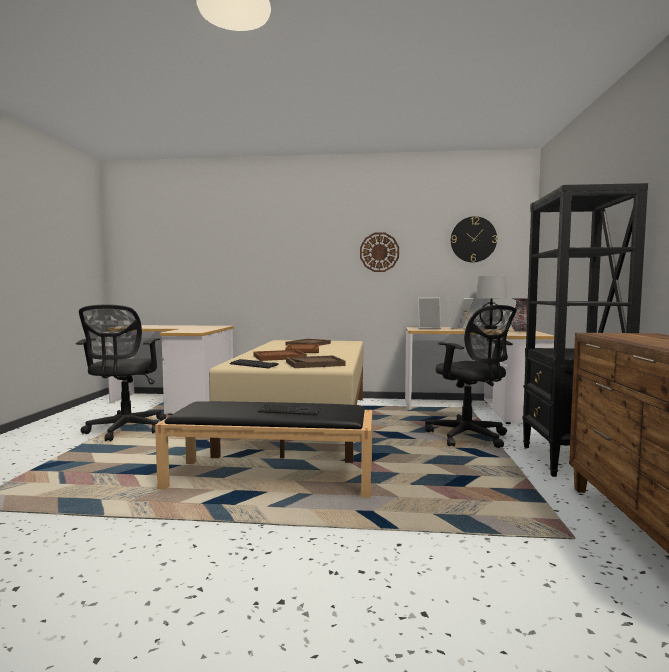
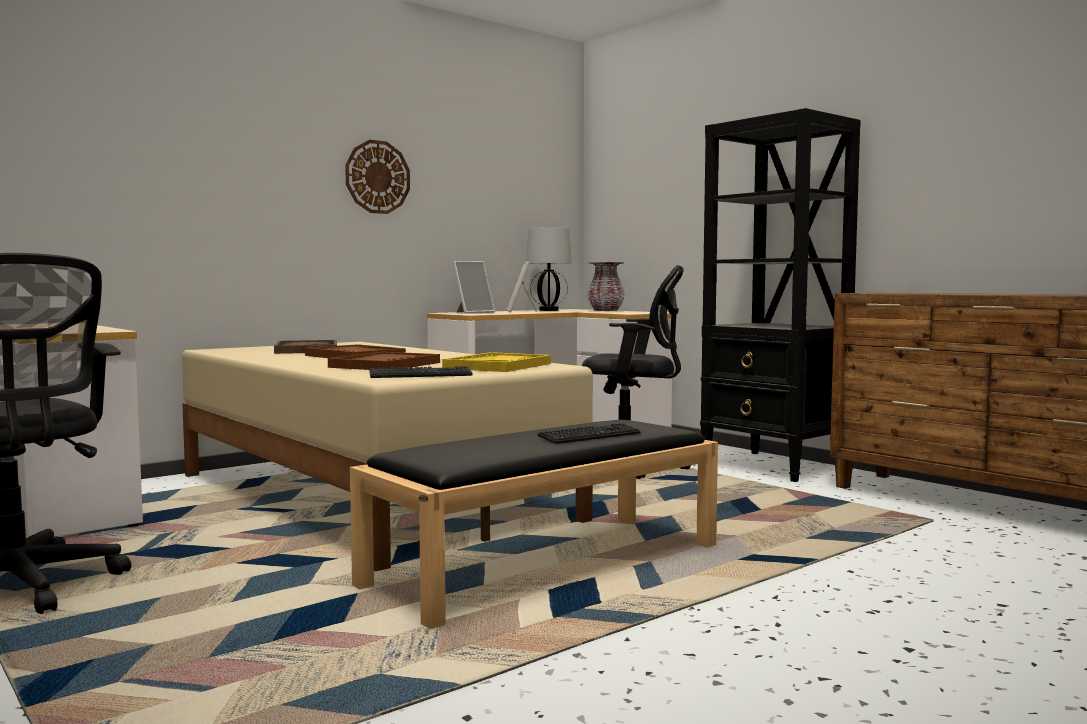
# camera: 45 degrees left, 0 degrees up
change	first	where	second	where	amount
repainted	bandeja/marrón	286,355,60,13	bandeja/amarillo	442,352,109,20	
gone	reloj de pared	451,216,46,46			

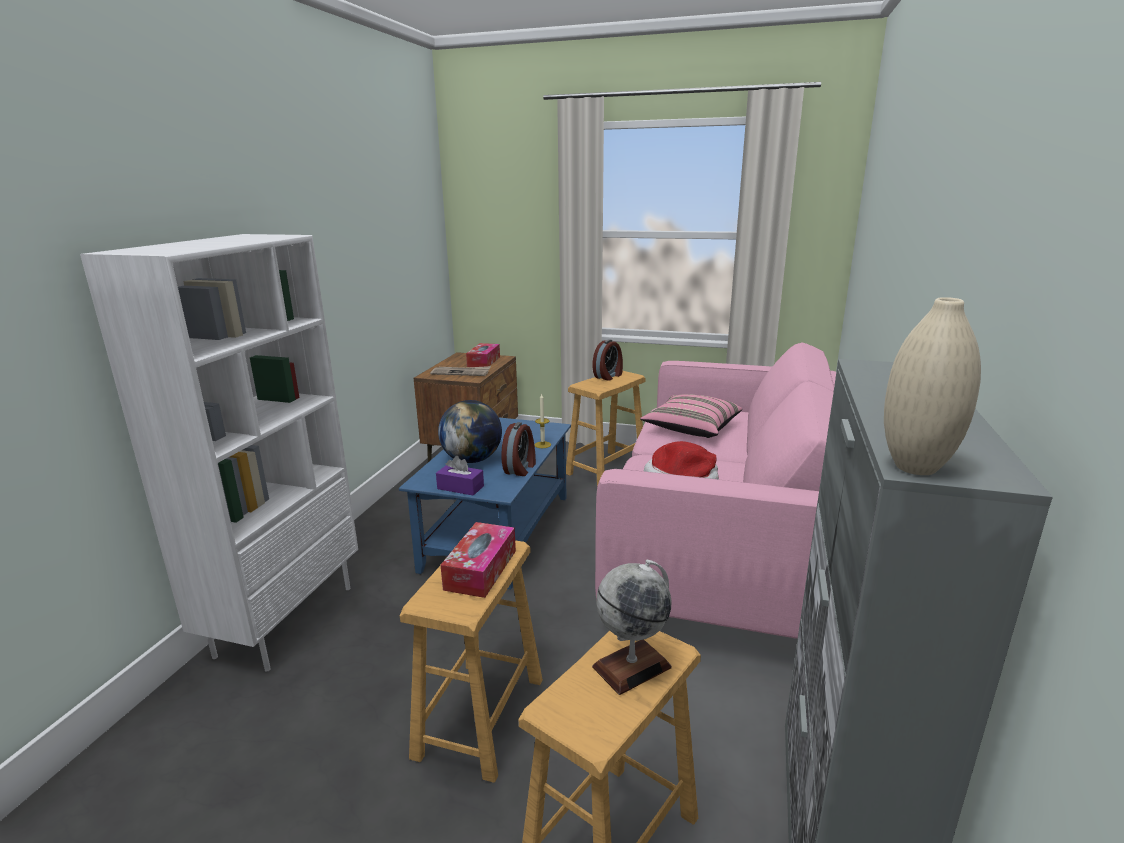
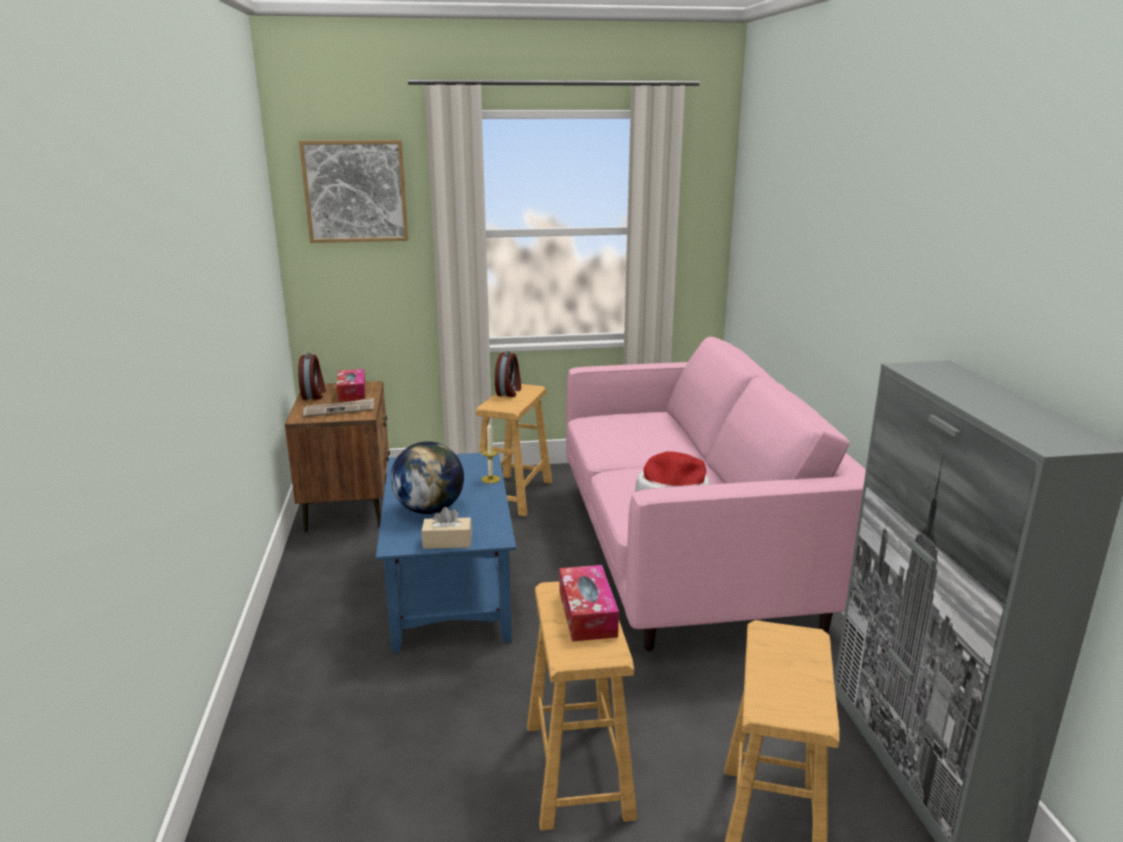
# camera: 25 degrees left, 0 degrees up
change	first	where	second	where	amount
gone	estantería/blanco	80,234,278,438			
repainted	caja de pañuelos/morado	436,456,48,40	caja de pañuelos/beis	422,507,50,42	
shifted	despertador	501,422,35,54		298,353,28,47	
gone	globo terráqueo	592,560,80,135			
gone	cojín/rosa	640,394,102,44			
gone	florero/beis	884,297,97,178			
new			cuadro	299,140,109,103	

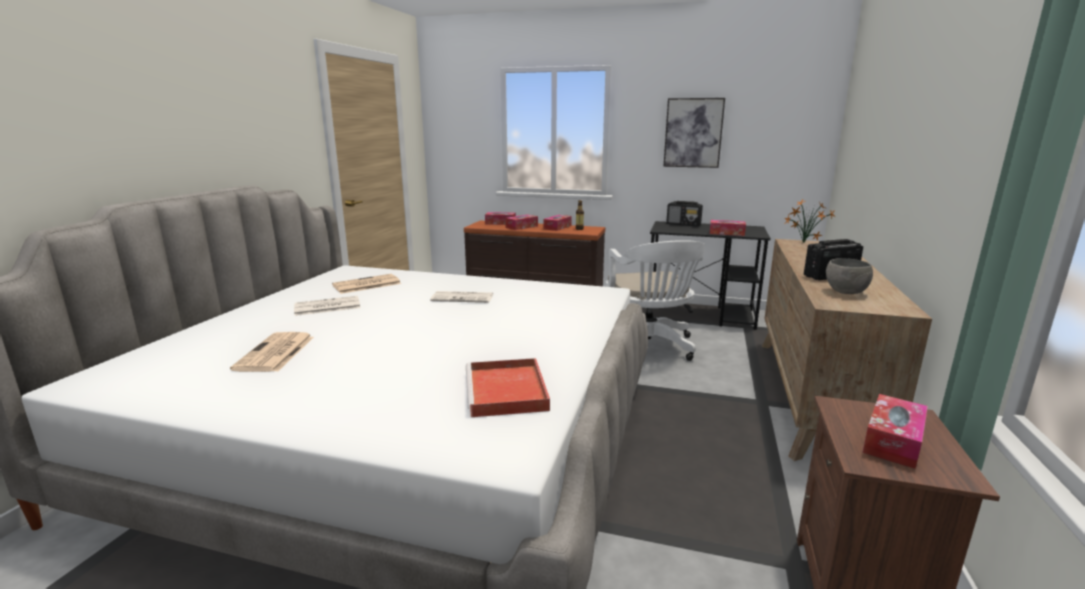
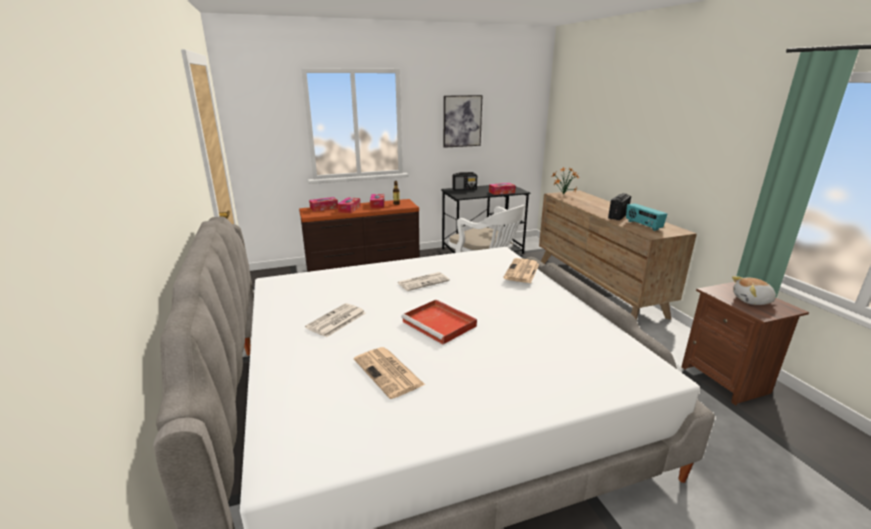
# camera: 35 degrees left, 5 degrees up
change	first	where	second	where	amount
shifted	periódico	332,274,69,20		503,258,36,25	
shifted	bandeja/rojo	466,358,84,59		401,300,76,44	
swapped	cuenco/gris	826,258,47,36	radio	626,203,41,28	
swapped	caja de pañuelos	862,394,66,75	peluche	732,276,45,29	

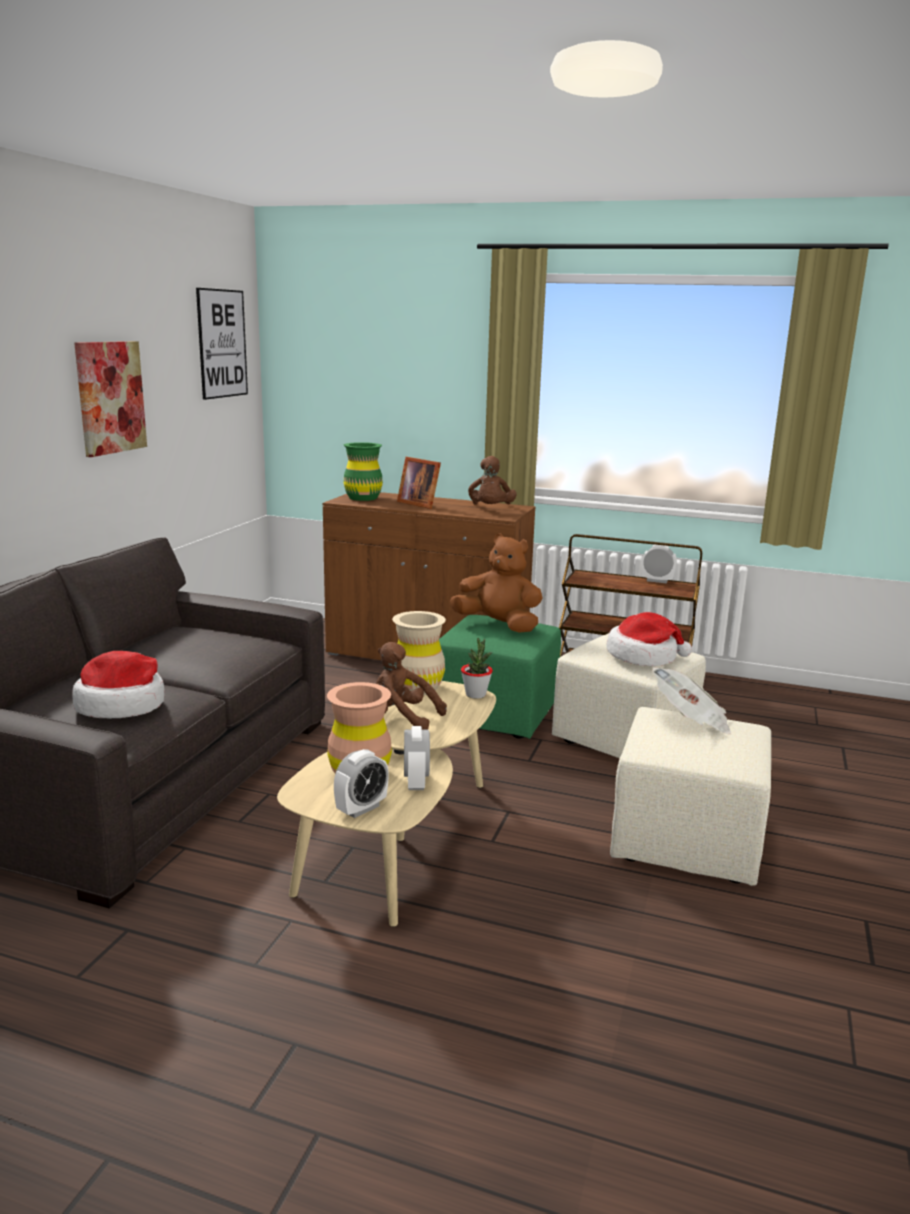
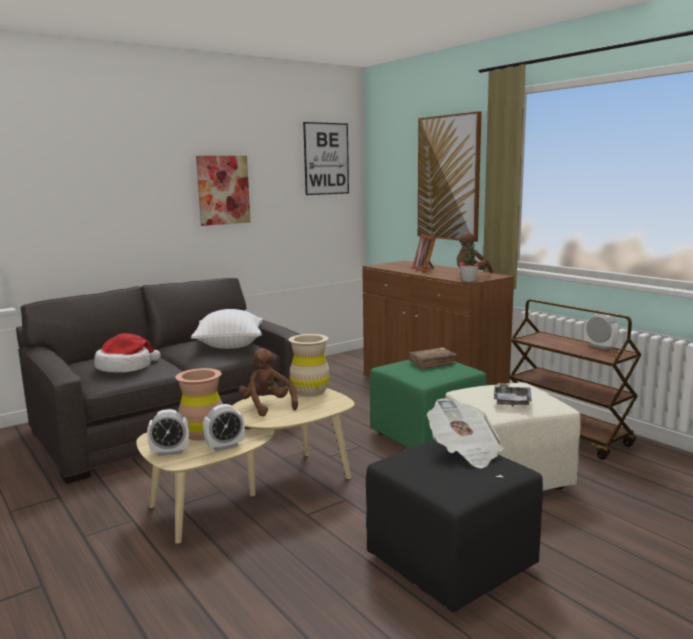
# camera: 35 degrees right, 5 degrees down
change	first	where	second	where	amount
gone	florero/verde	344,442,39,59			
rotated	despertador	404,726,26,64		203,404,42,47	150 degrees counterclockwise
swapped	peluche/marrón	450,533,92,100	libro/marrón	408,347,49,22	
shifted	planta en maceta	461,638,32,61		459,243,20,39	
swapped	sombrero	606,612,86,54	bandeja/gris	494,383,38,24	
repainted	puf/beis	610,707,161,179	puf/negro	366,440,177,172	
new			cojín/blanco	191,309,72,40	
new			cuadro	418,111,64,131	

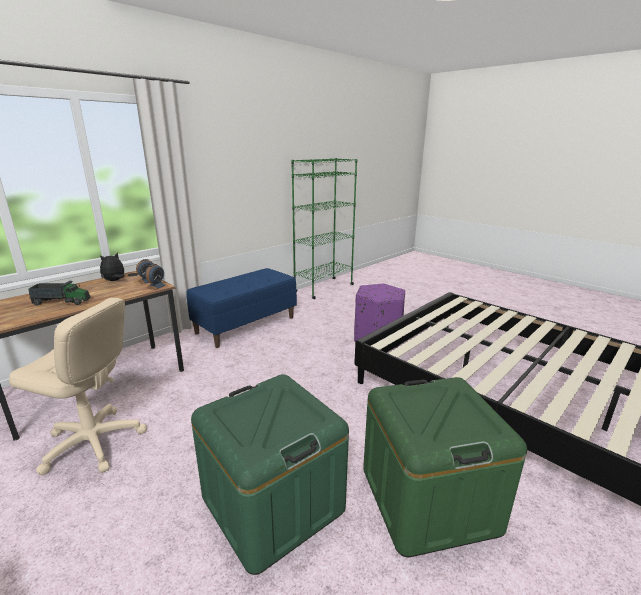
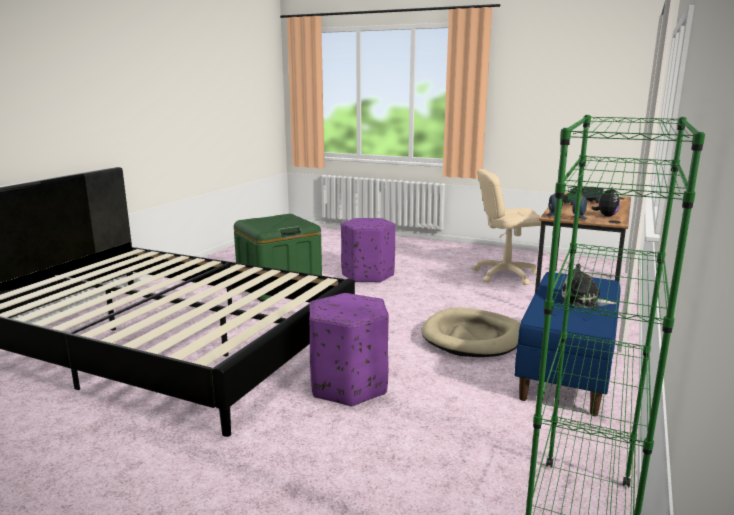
# camera: 160 degrees right, 5 degrees down
change	first	where	second	where	amount
swapped	caja de almacenaje/verde	191,374,158,201	puf/morado	341,218,54,65	
new			cama para perro/beis	421,307,100,50	
new			peluche	561,263,55,45	

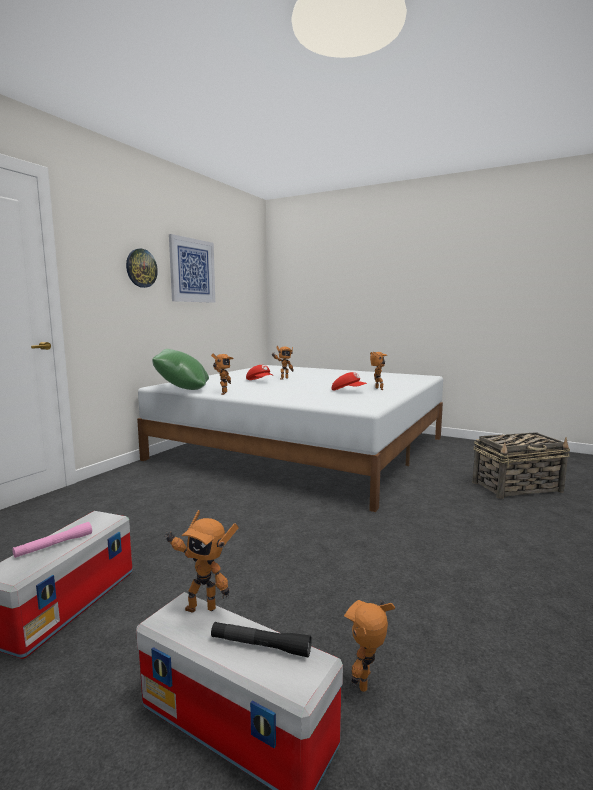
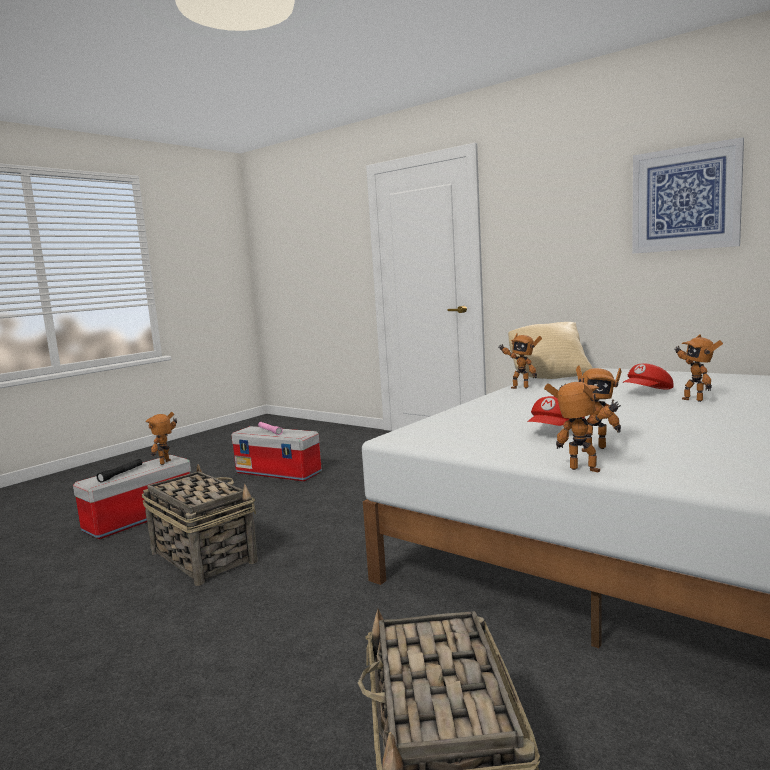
# camera: 100 degrees right, 0 degrees up
change	first	where	second	where	amount
gone	reloj de pared	126,248,32,40			
repainted	cojín/verde	152,349,57,41	cojín/beis	508,322,85,57	
shifted	robot de juguete	344,600,51,92		544,382,77,90	
new			cesta	141,464,117,122	

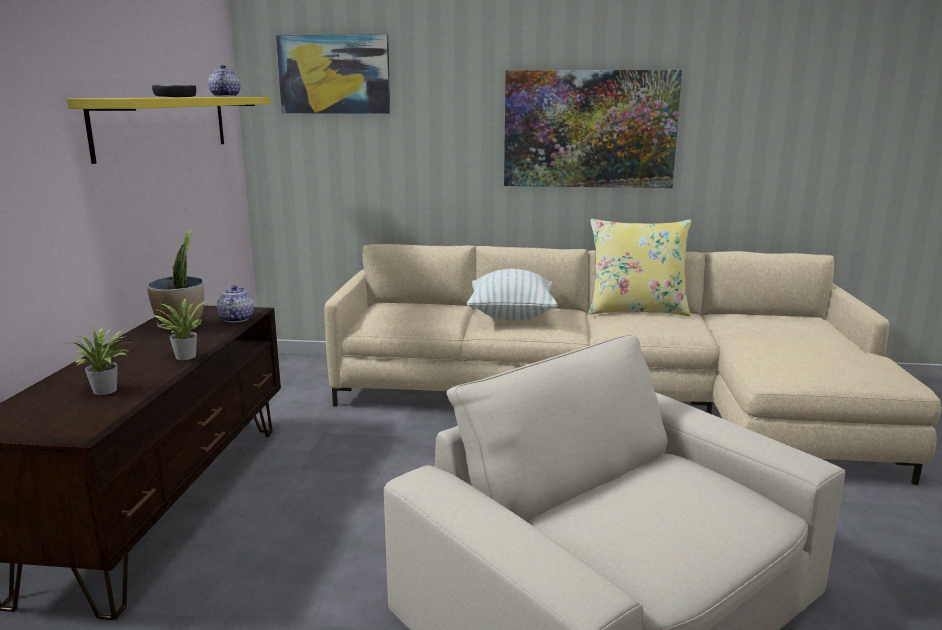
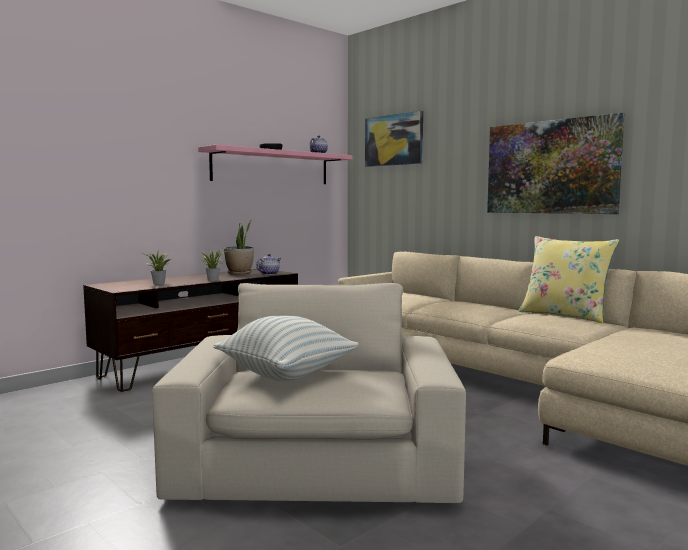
# camera: 40 degrees right, 10 degrees down
change	first	where	second	where	amount
repainted	estante/amarillo	67,97,203,67	estante/rosa	198,145,154,39	
shifted	cojín	467,269,91,52		213,316,146,65	

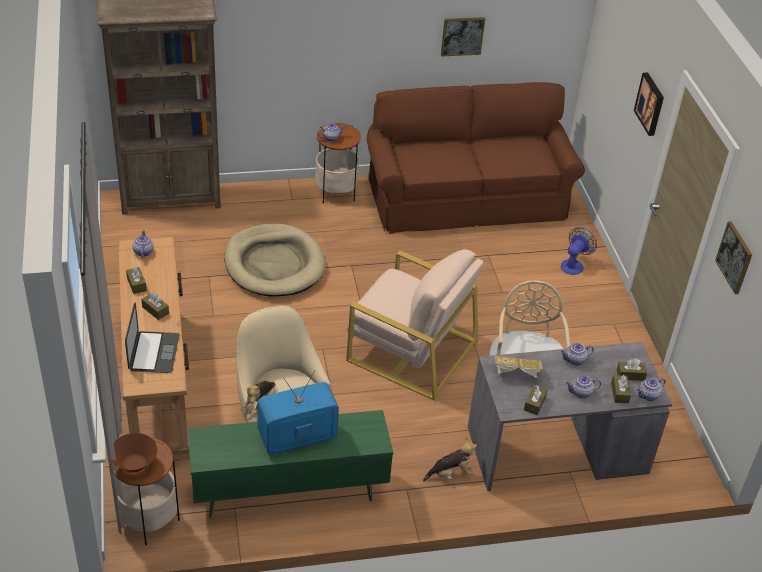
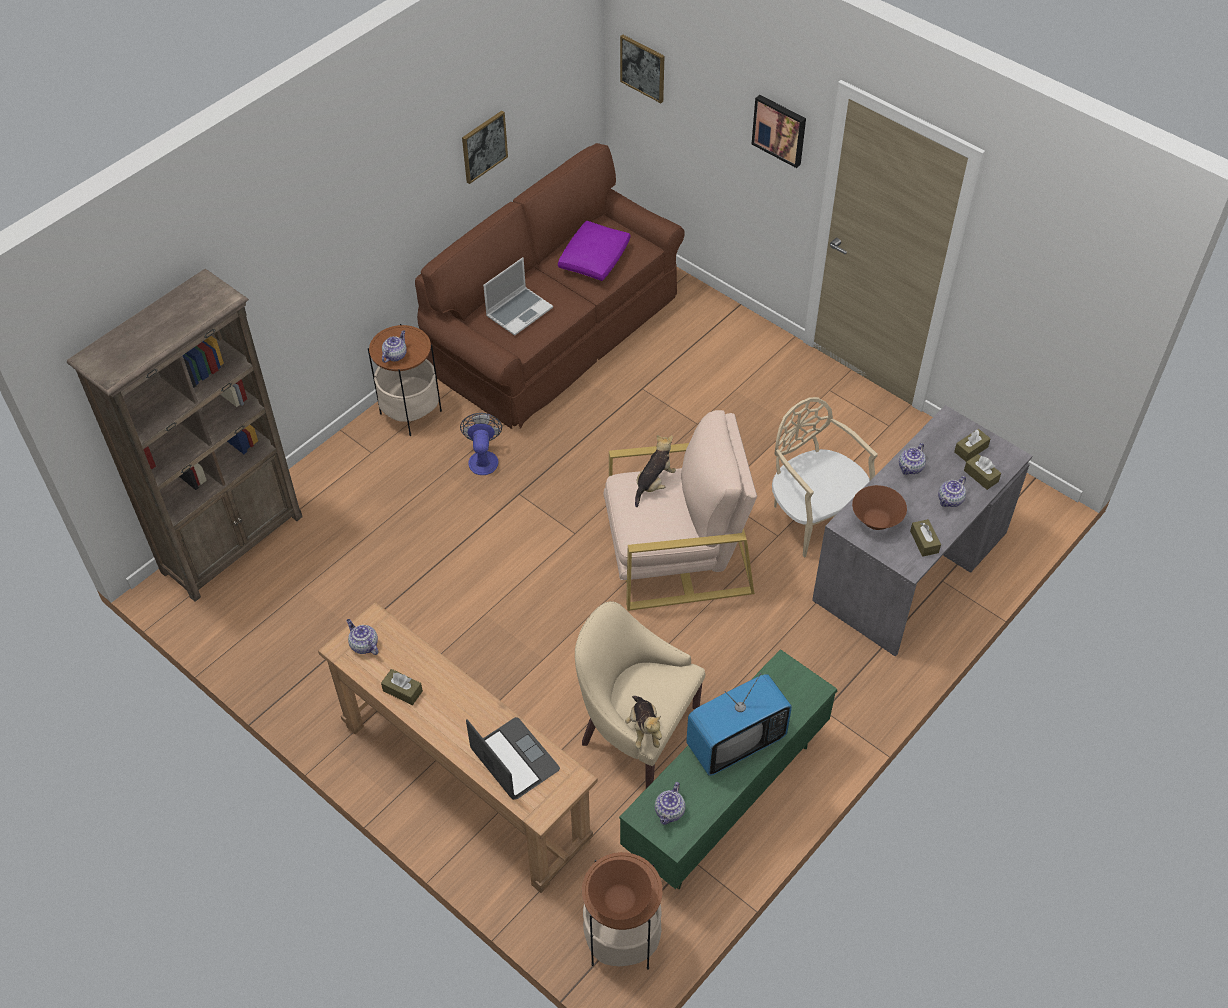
# camera: 35 degrees left, 10 degrees up
change	first	where	second	where	amount
gone	caja de pañuelos/marrón	141,293,28,27			
gone	cama para perro/beis	224,224,102,72			
rotated	televisor	257,370,82,84		686,673,106,103	150 degrees counterclockwise
shifted	peluche	423,438,54,43		635,435,41,72	
swapped	libro	495,356,48,22	cuenco/marrón	852,485,55,45	
shifted	ventilador	561,227,36,48		460,413,42,62	
shifted	tetera	637,378,28,23		655,782,30,43	
shifted	cuadro	715,221,37,73		620,35,44,68	
new			portátil	483,257,70,79	
new			cojín/morado	558,221,72,60	

